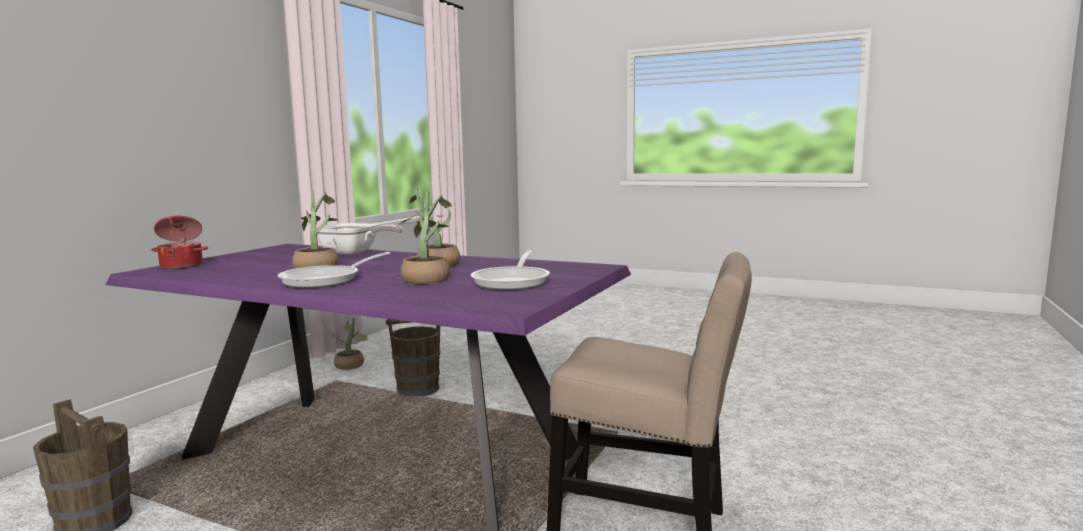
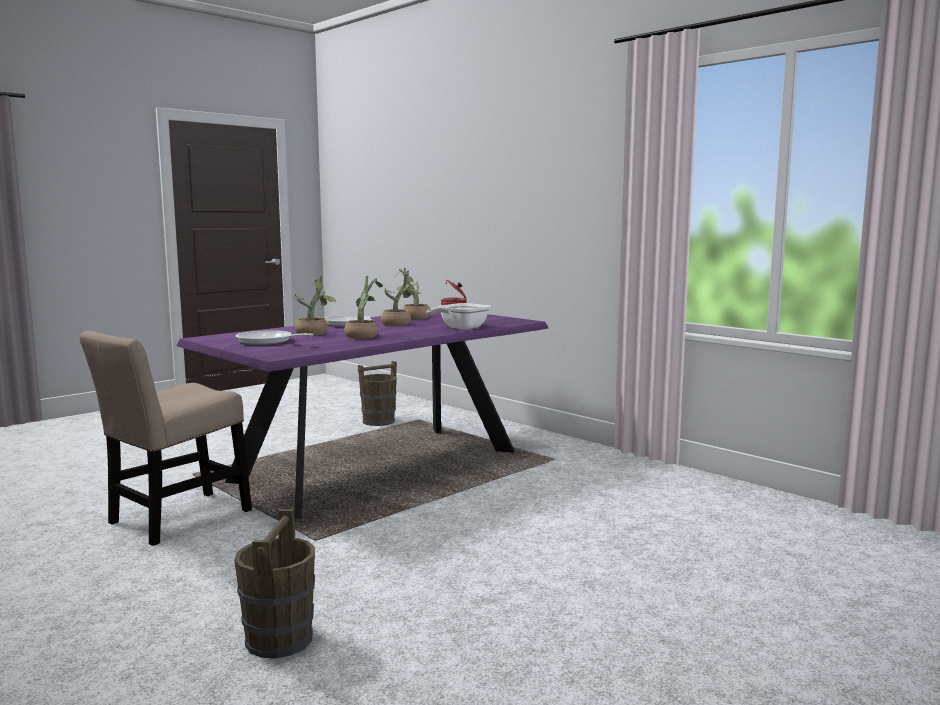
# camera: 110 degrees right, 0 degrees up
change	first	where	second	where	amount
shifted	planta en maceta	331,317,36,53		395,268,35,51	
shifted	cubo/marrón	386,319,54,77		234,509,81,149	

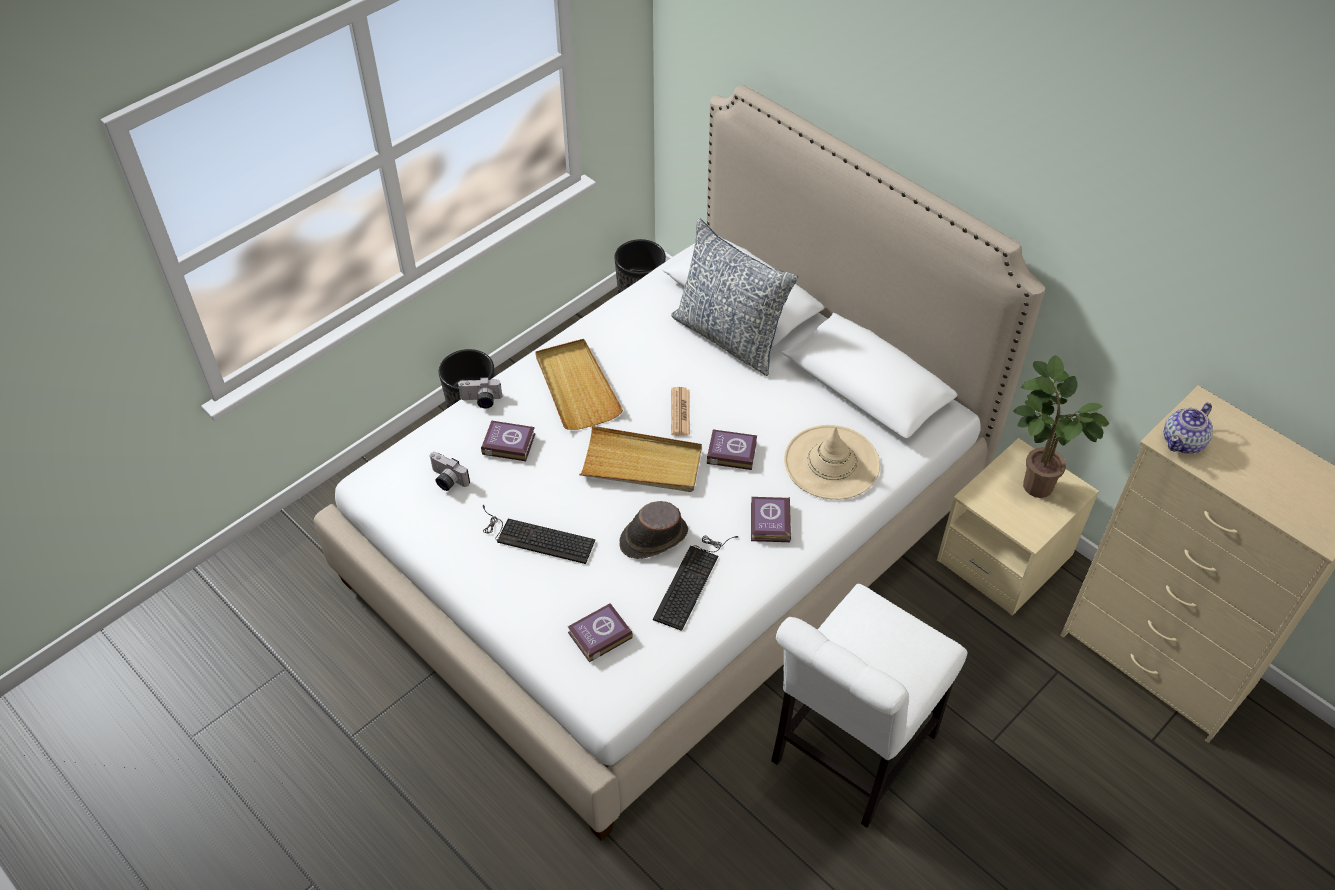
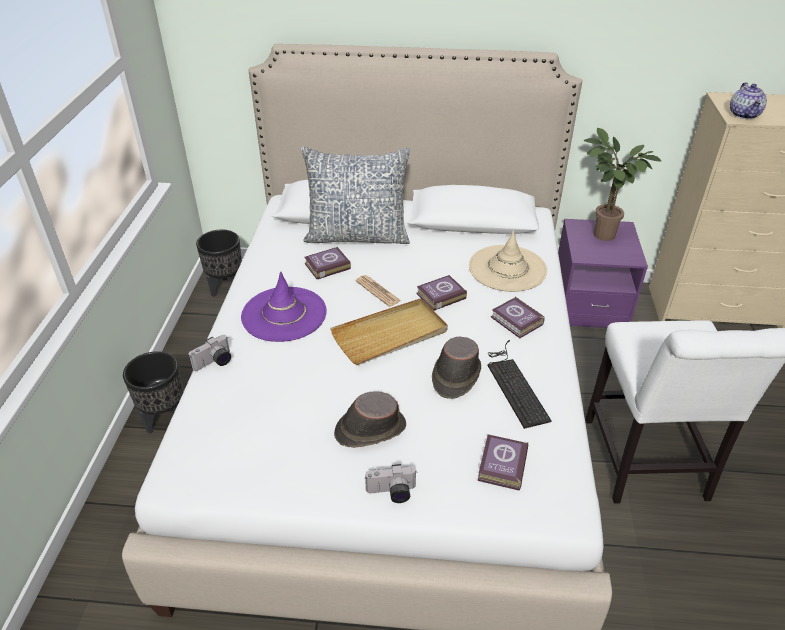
# camera: 40 degrees left, 10 degrees down
change	first	where	second	where	amount
shifted	cámara	429,452,41,39		365,464,52,39	
shifted	libro	481,421,55,40		305,247,46,32	
swapped	teclado	483,505,112,59	sombrero/marrón	334,391,72,57	
swapped	bandeja/beis	535,339,88,91	sombrero/morado	241,271,86,71	
repainted	mesita de noche/beis	937,438,162,178	mesita de noche/morado	558,219,90,109	

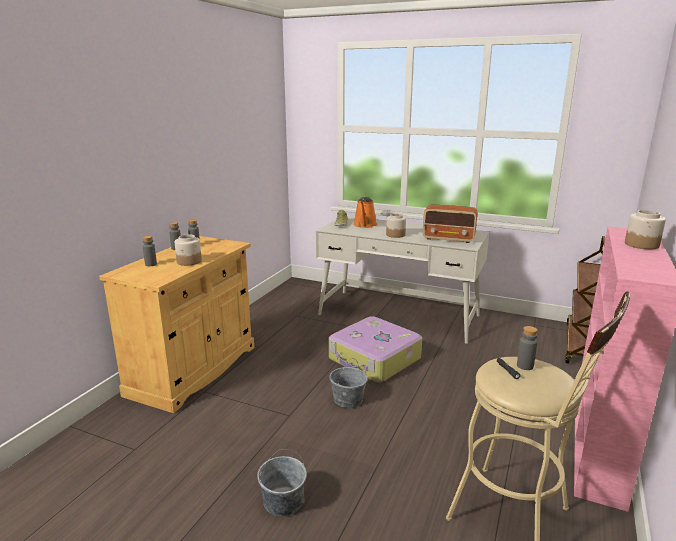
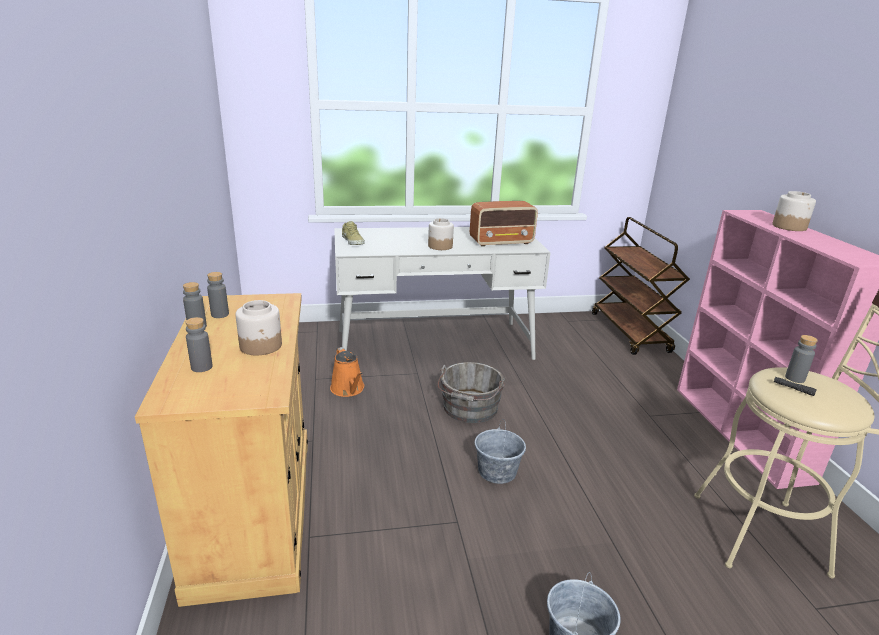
# camera: 35 degrees left, 5 degrees up
change	first	where	second	where	amount
swapped	maleta	329,316,93,66	cubo/gris	438,362,67,61	
shifted	regadera/naranja	353,197,24,31		330,347,34,50	

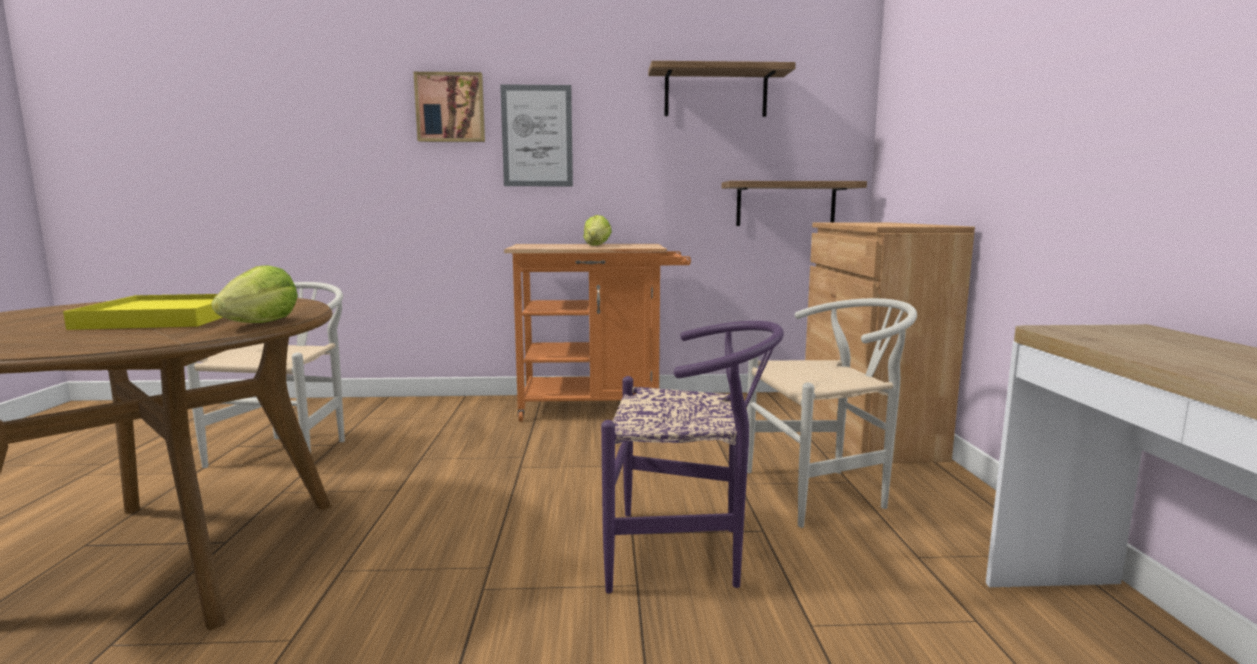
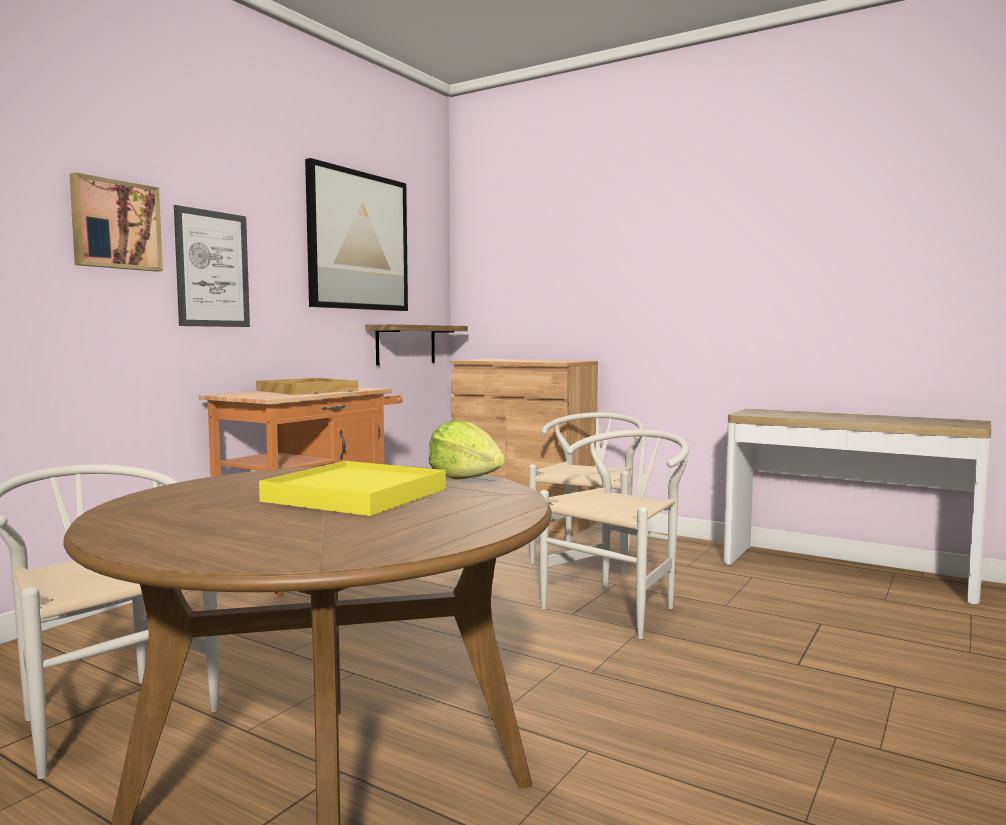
# camera: 55 degrees left, 5 degrees down
change	first	where	second	where	amount
swapped	lechuga	583,215,29,31	bandeja/beis	256,378,102,17	
repainted	silla/morado	601,321,183,273	silla/blanco	540,430,149,209	
swapped	estante	648,61,148,56	cuadro	305,158,103,153	

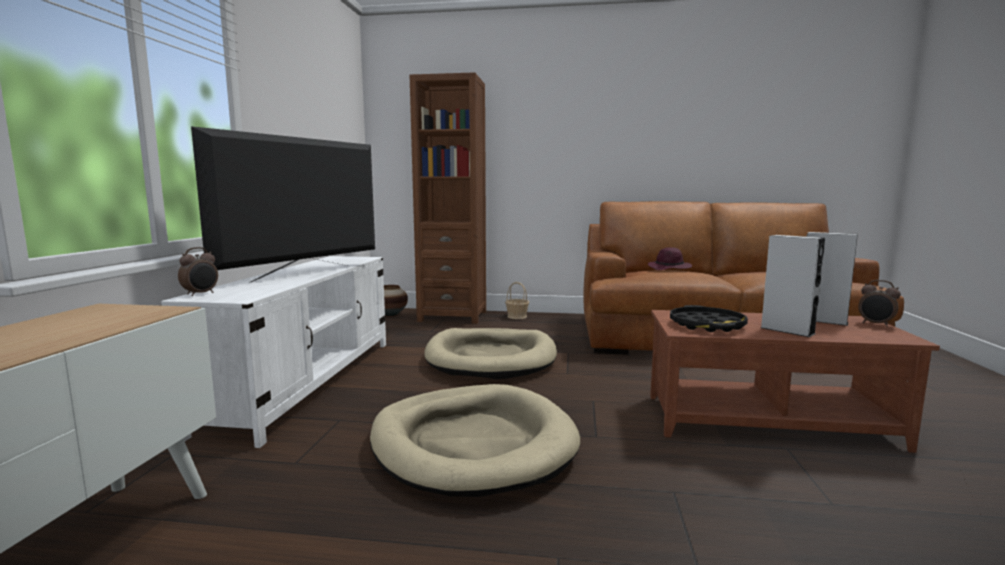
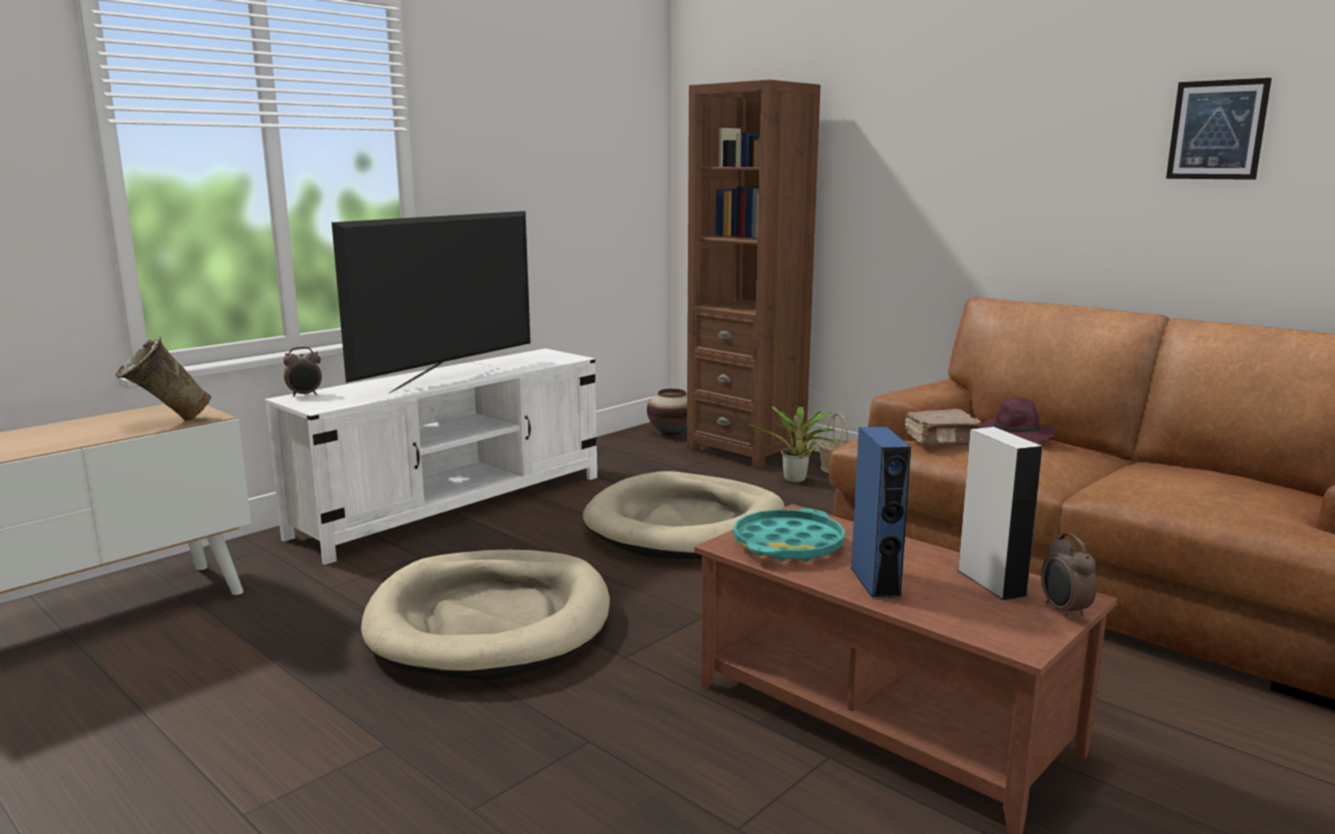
# camera: 35 degrees right, 5 degrees up
change	first	where	second	where	amount
rotated	televisor	191,126,184,157		332,211,199,182	150 degrees clockwise
repainted	bandeja/negro	670,305,78,27	bandeja/turquesa	733,509,112,53	
repainted	altavoz/gris	761,235,64,102	altavoz/azul	850,427,61,172	
new			florero/beis	116,337,95,84	
new			planta en maceta	748,406,89,77	
new			libro/marrón	905,409,78,36	
new			cuadro	1166,78,106,102	

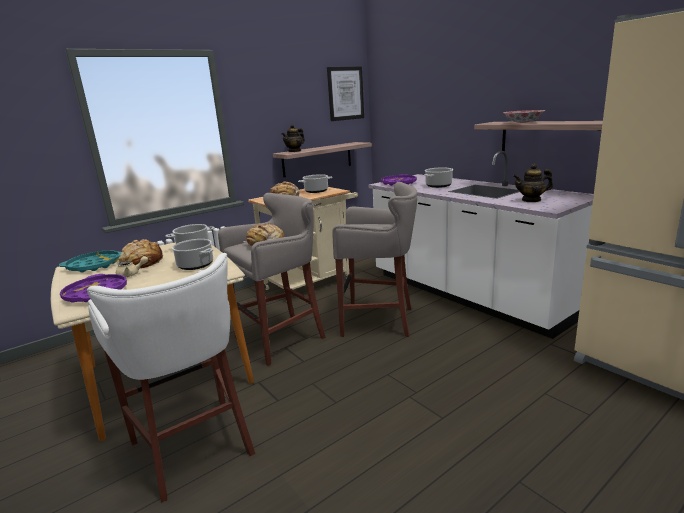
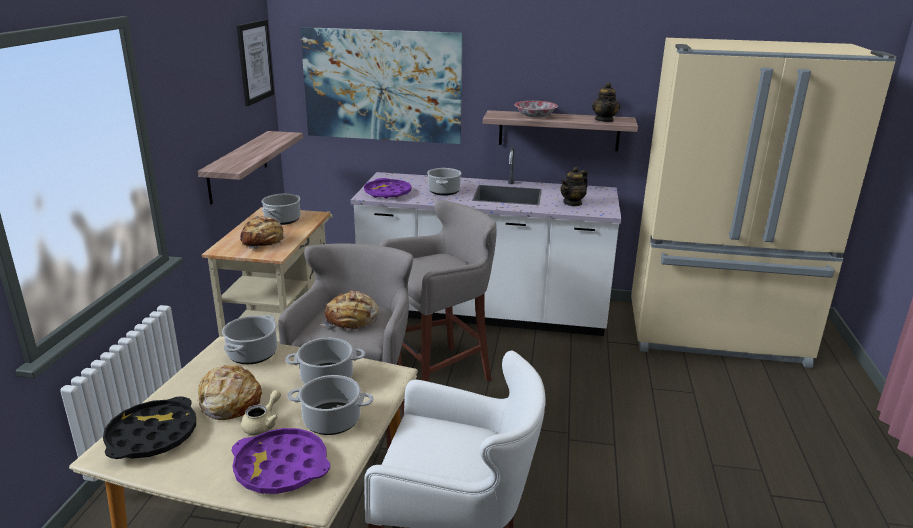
# camera: 45 degrees left, 5 degrees up
change	first	where	second	where	amount
repainted	bandeja/turquesa	59,250,63,22	bandeja/negro	103,396,93,63	
shifted	tetera	281,124,24,28		592,82,28,40	
new			olla	287,375,86,60	
new			cuadro	300,27,163,117	

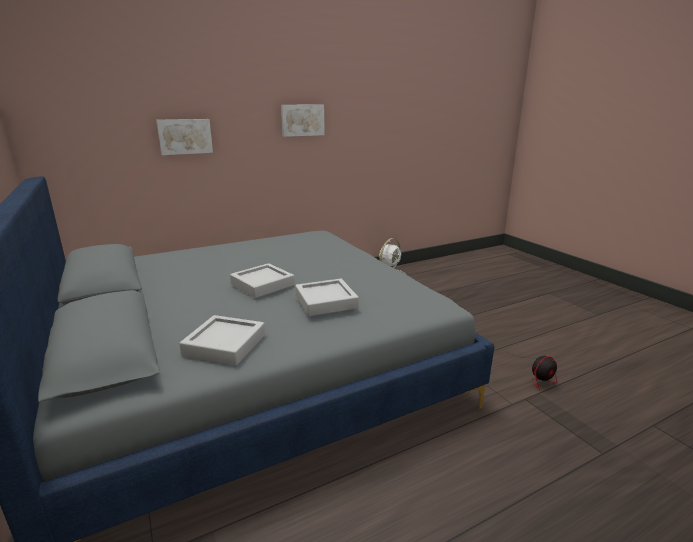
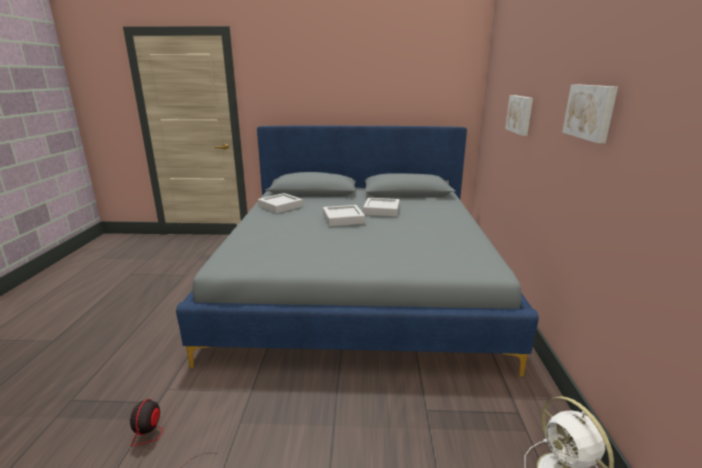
# camera: 120 degrees right, 0 degrees up
change	first	where	second	where	amount
shifted	bandeja/gris	295,279,64,37		363,198,37,19	

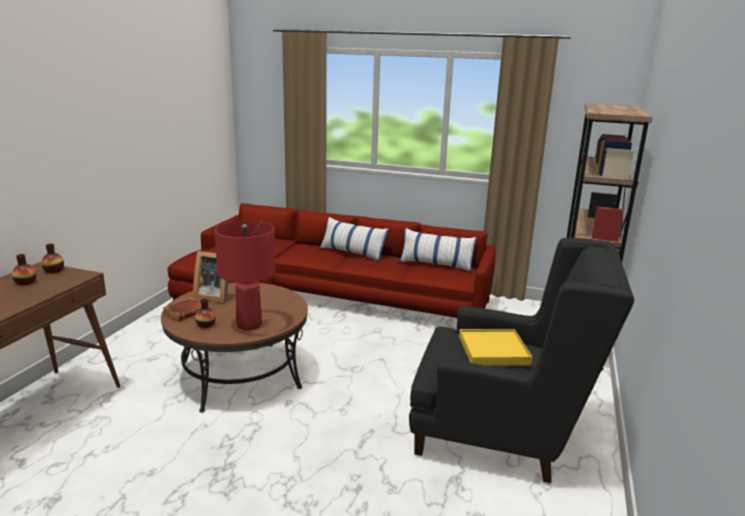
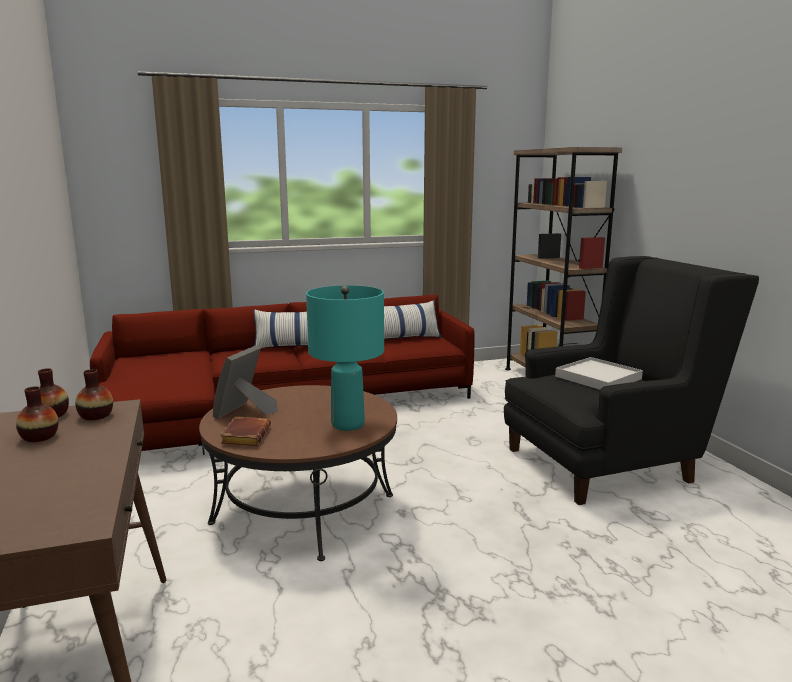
# camera: 35 degrees left, 5 degrees down
change	first	where	second	where	amount
rotated	portarretratos	193,251,35,52		213,345,65,74	135 degrees clockwise
shifted	florero	195,299,21,29		75,369,38,51	
repainted	lámpara de mesa/rojo	214,220,62,110	lámpara de mesa/turquesa	306,285,78,146	
repainted	bandeja/amarillo	459,329,74,37	bandeja/blanco	555,357,88,33	

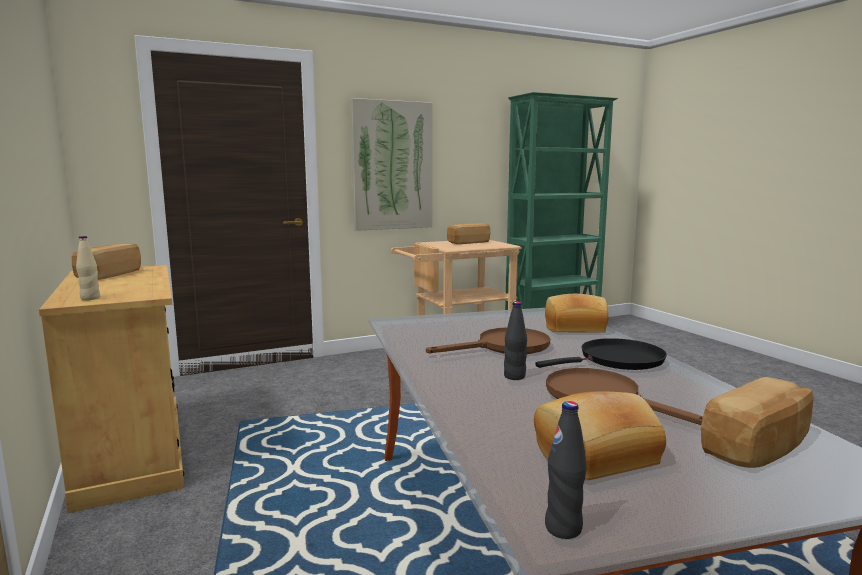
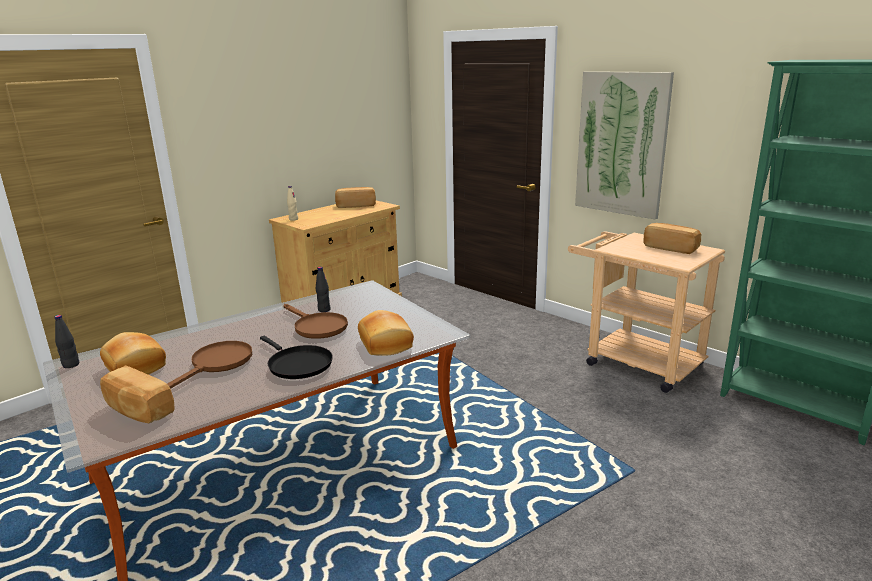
# camera: 70 degrees right, 10 degrees up
change	first	where	second	where	amount
shifted	botella/negro	504,302,23,78		316,267,15,45	

